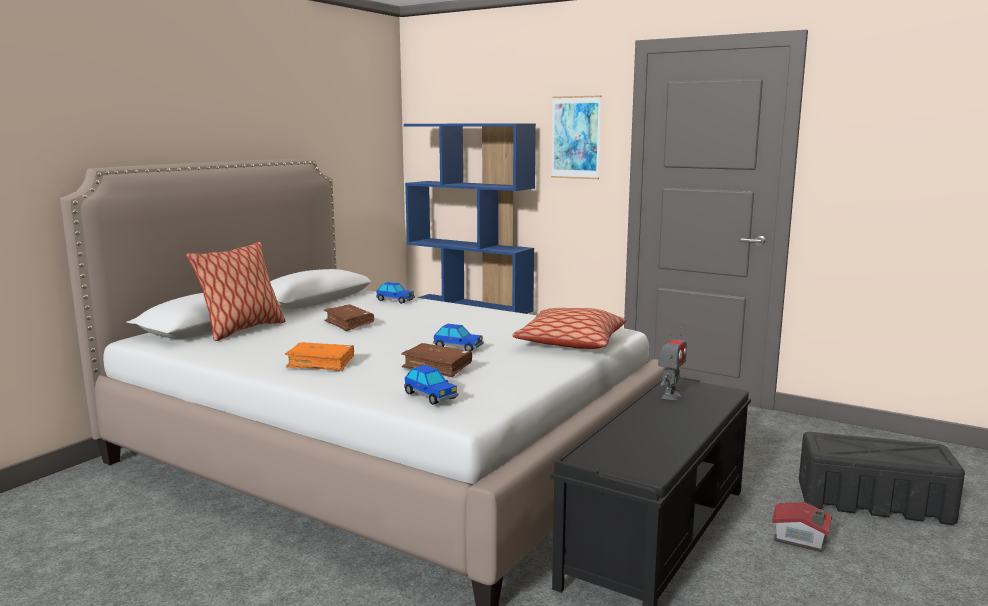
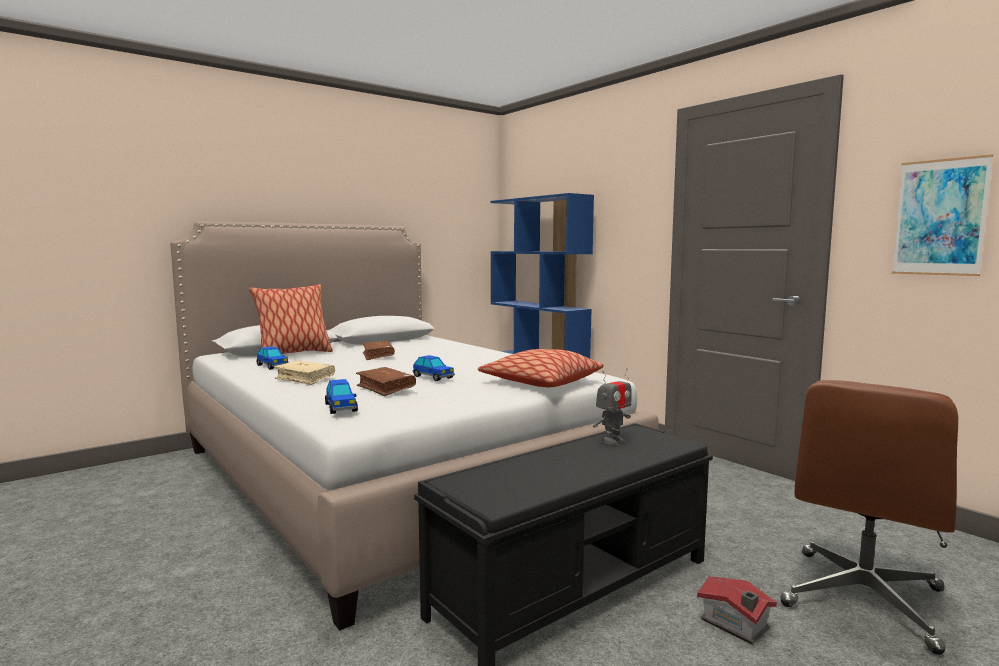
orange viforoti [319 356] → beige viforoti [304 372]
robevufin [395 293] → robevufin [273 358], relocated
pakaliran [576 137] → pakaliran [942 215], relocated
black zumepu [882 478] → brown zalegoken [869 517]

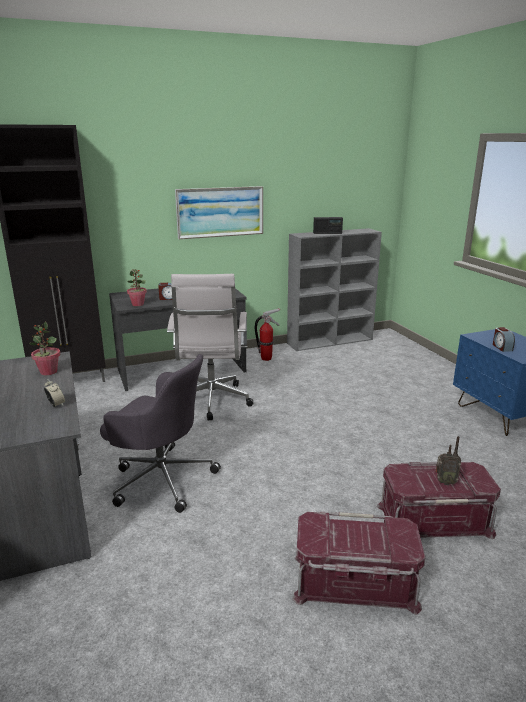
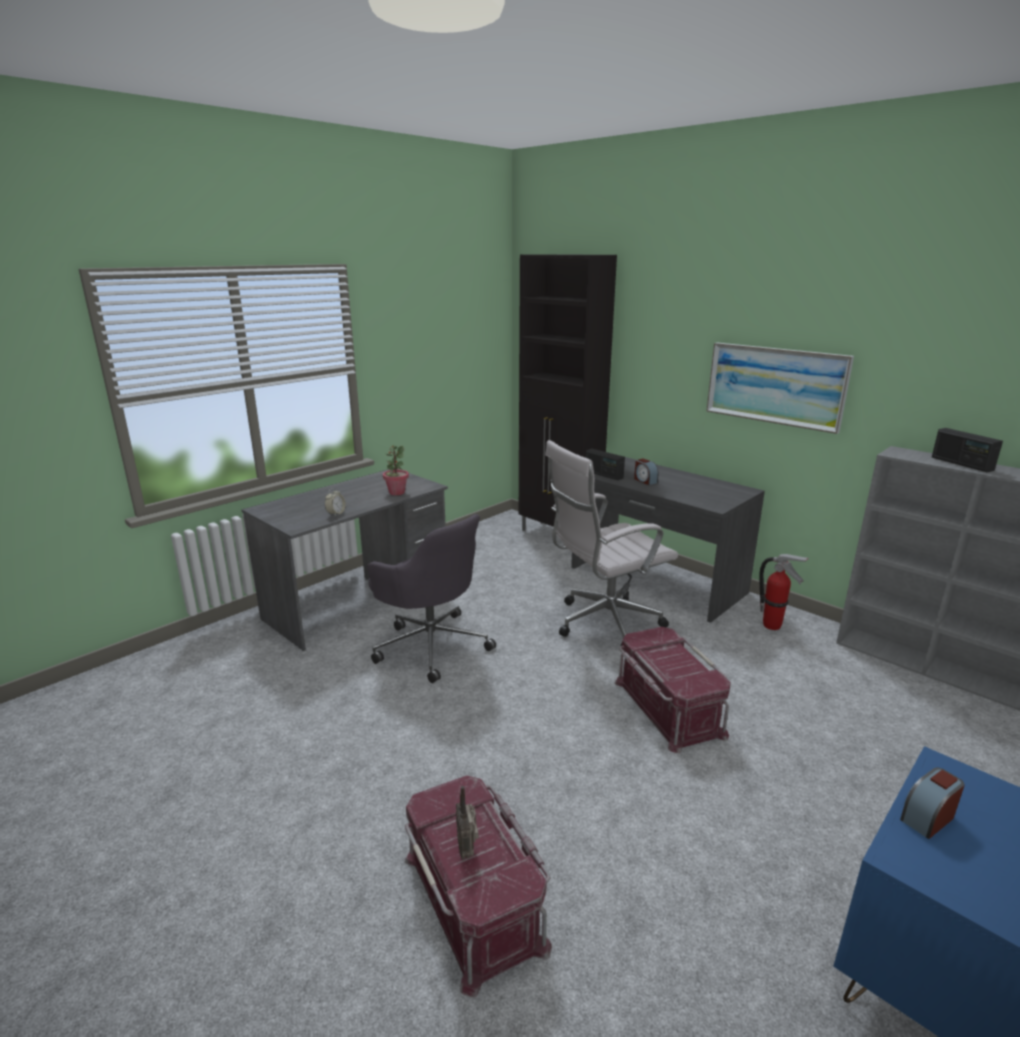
grey zalegoken [160 433] → grey zalegoken [431 598], 45 degrees counterclockwise
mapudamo [137 287] → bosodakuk [605 464]
red zumepu [358 563] → red zumepu [672 690], relocated

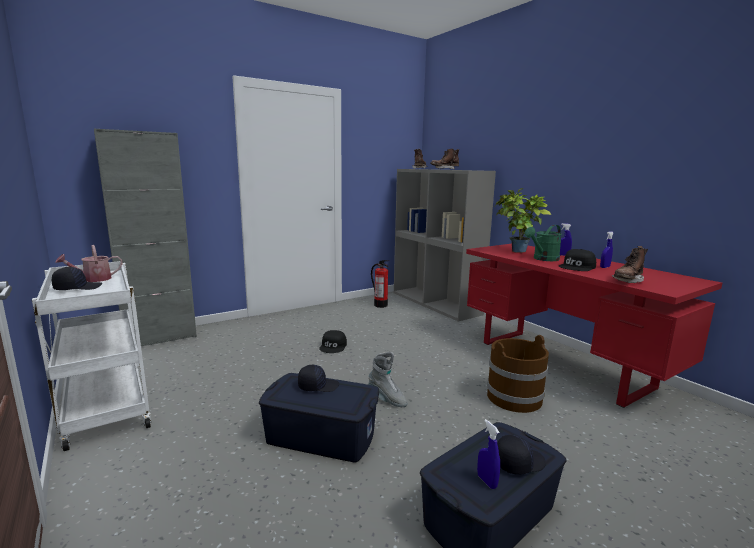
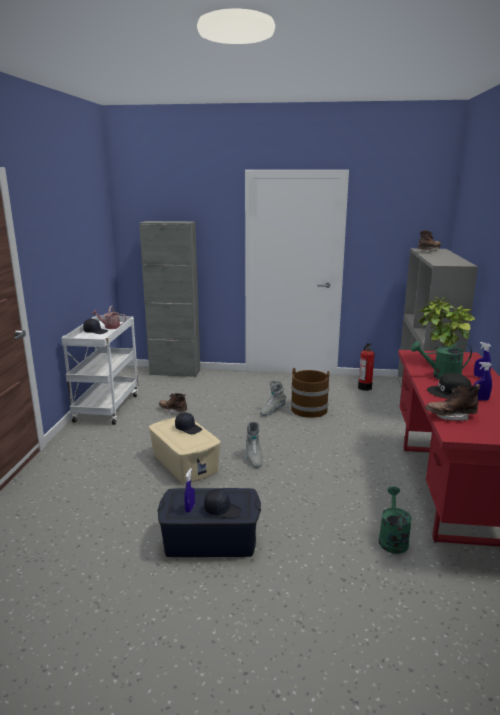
blue zumepu [319 418] → beige zumepu [184 450]
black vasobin [333 341] → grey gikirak [273 398]
brown gikirak [444 159] → brown gikirak [172 404], relocated
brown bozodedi [518 374] → brown bozodedi [310 393], relocated
- → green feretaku [395 520]

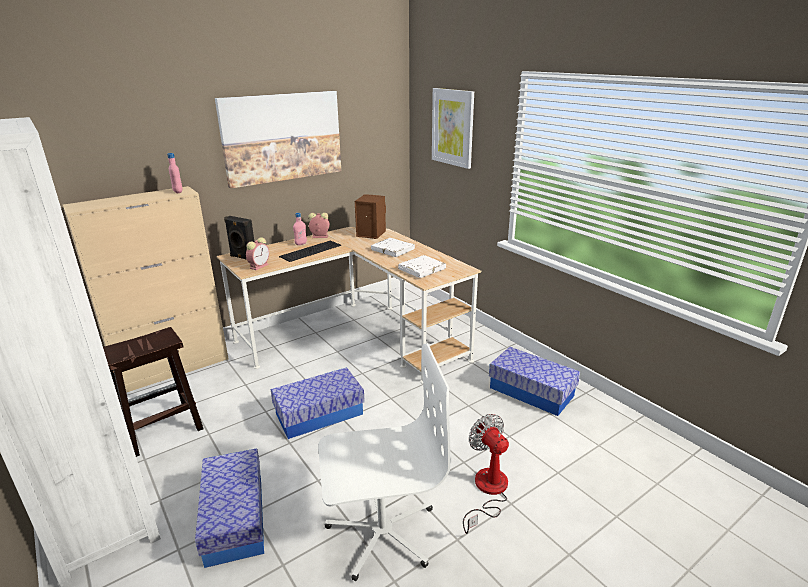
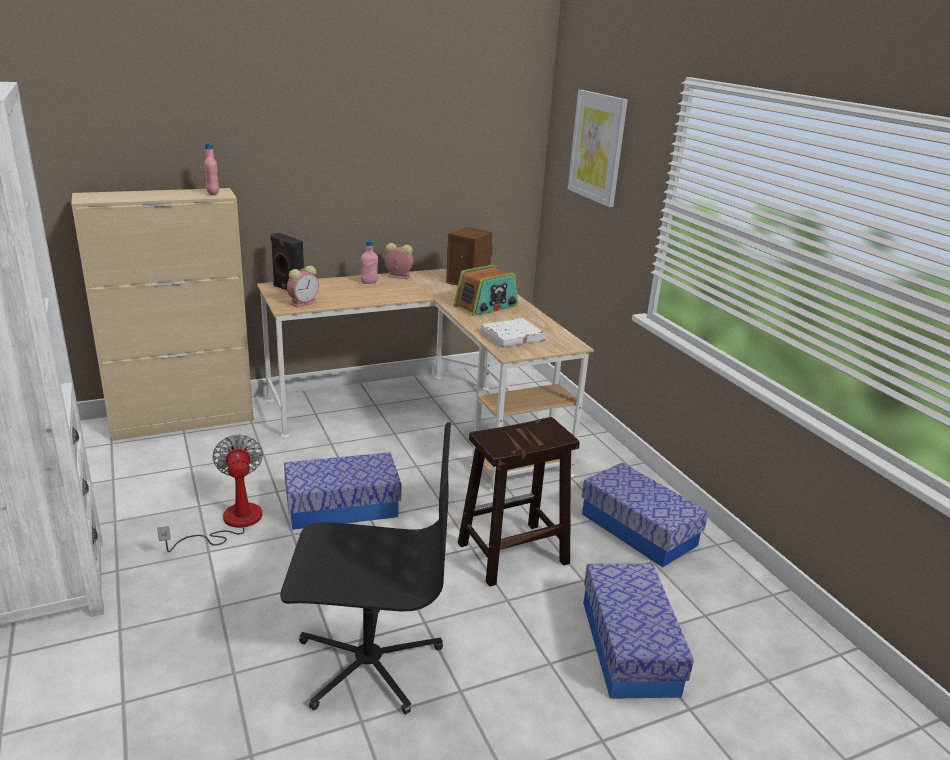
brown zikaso [153 392] → brown zikaso [519 502], relocated
zumepu [229 508] → zumepu [638 631], relocated
pakaliran [278 139] → -
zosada [310 251] → -
white zalegoken [384 462] → black zalegoken [365 568]
white viforoti [393 247] → bosodakuk [486 290]
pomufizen [486 474] → pomufizen [210 493], relocated

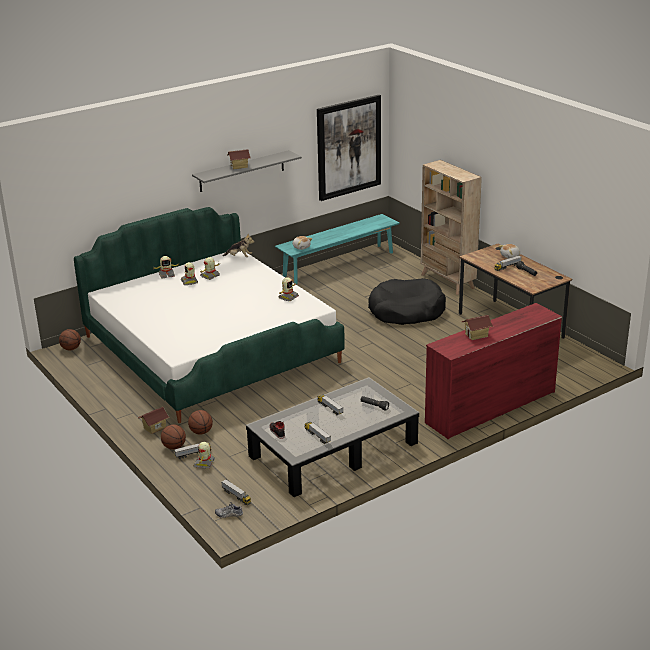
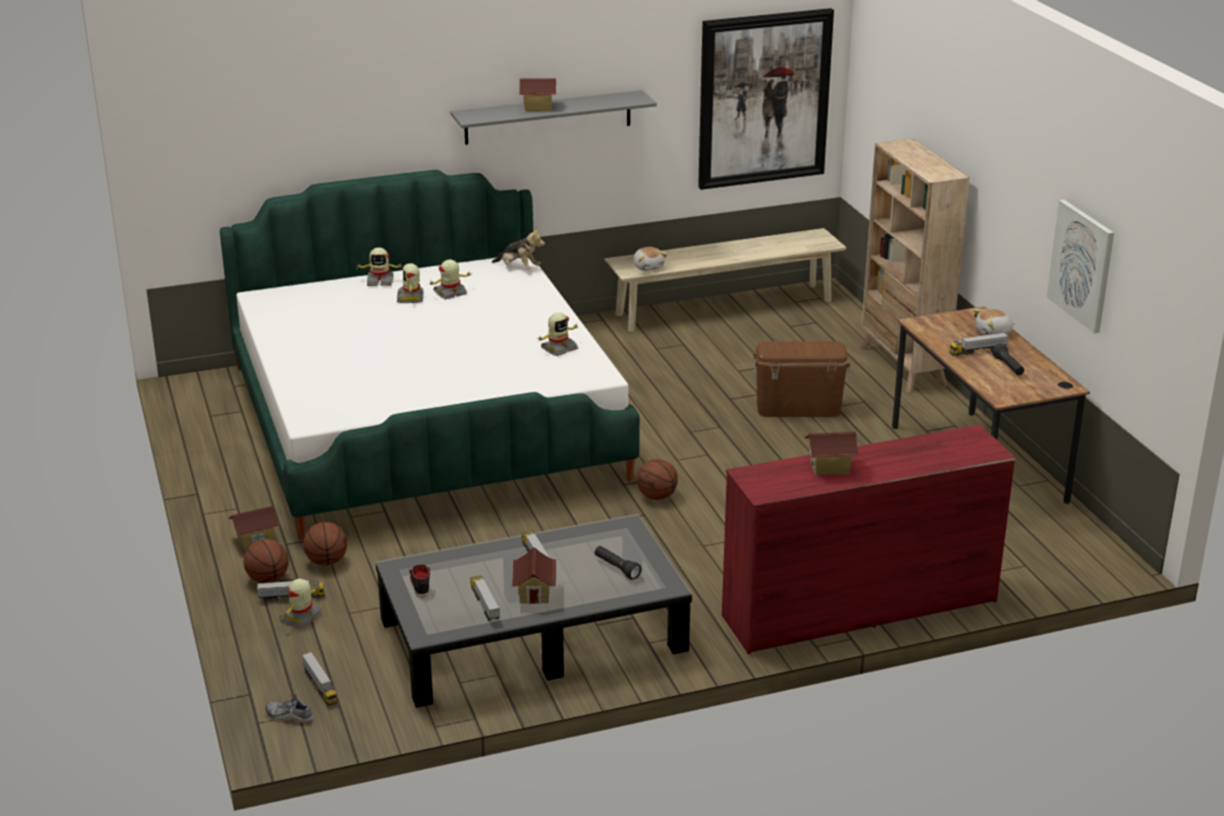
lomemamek [70 339] → lomemamek [657 479], relocated
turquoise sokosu [337 249] → beige sokosu [725 280]
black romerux [407 301] → brown zumepu [801 379]
- → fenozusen [534 576]
- → pakaliran [1080 266]

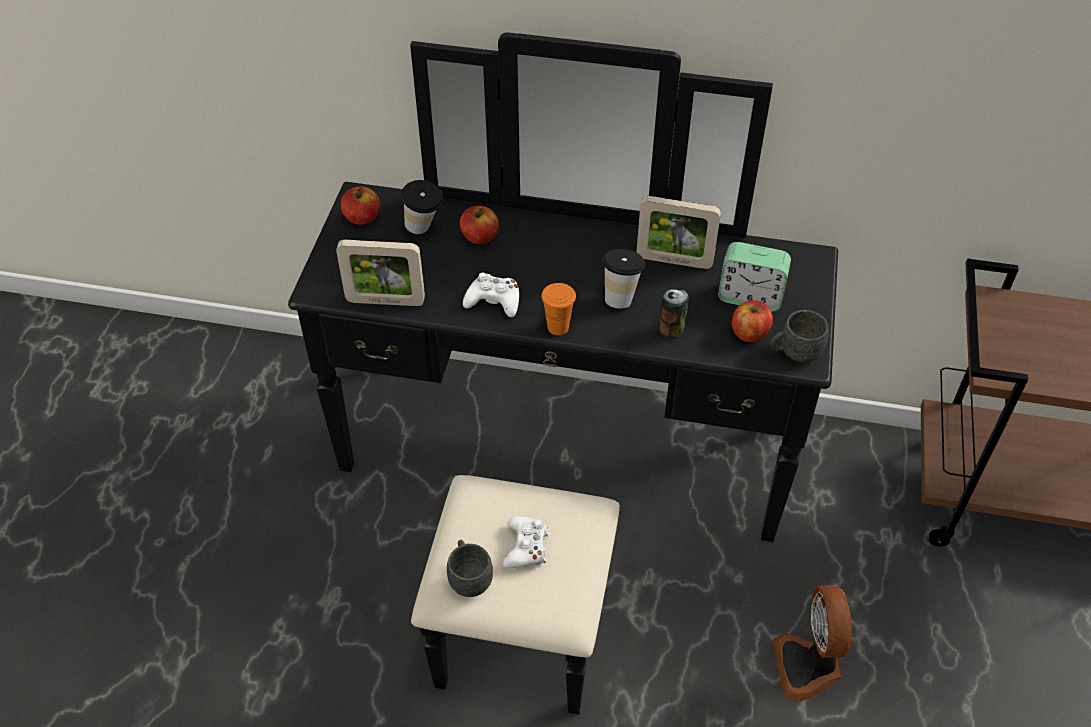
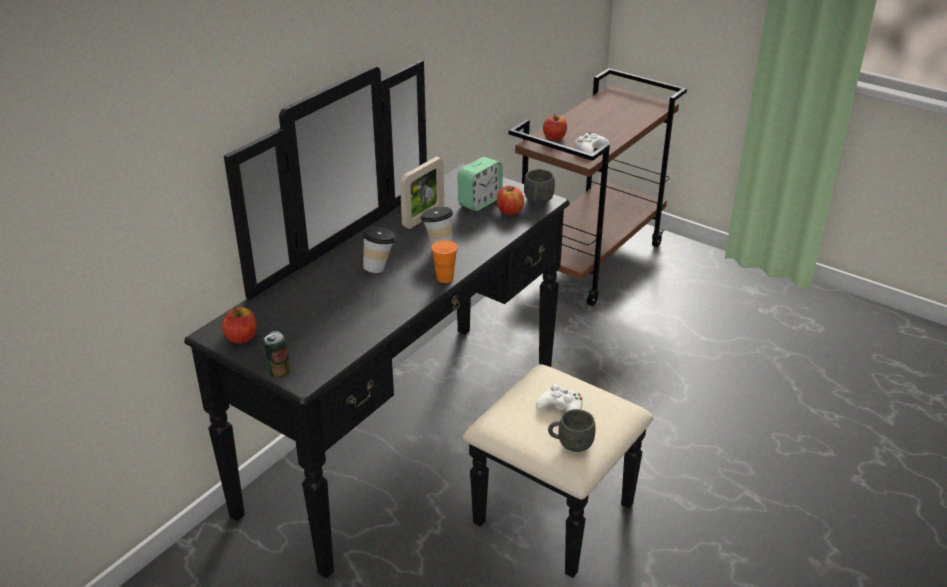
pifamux [380 273] → -
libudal [422 207] → libudal [379 249], relocated
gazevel [479 225] → gazevel [555 127], relocated
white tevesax [491 294] → white tevesax [592 143], relocated
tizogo [674 313] → tizogo [277 354], relocated
pomufizen [812 643] → -

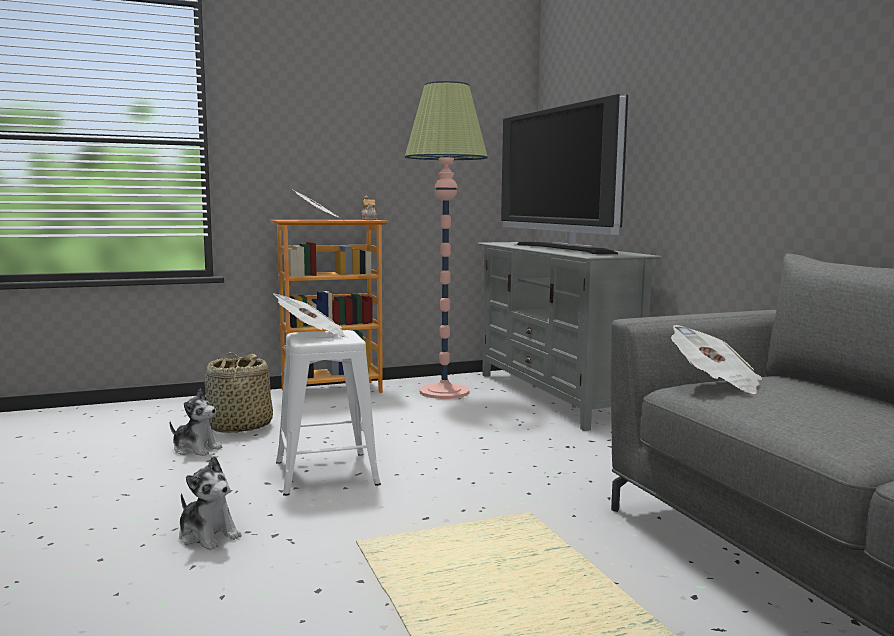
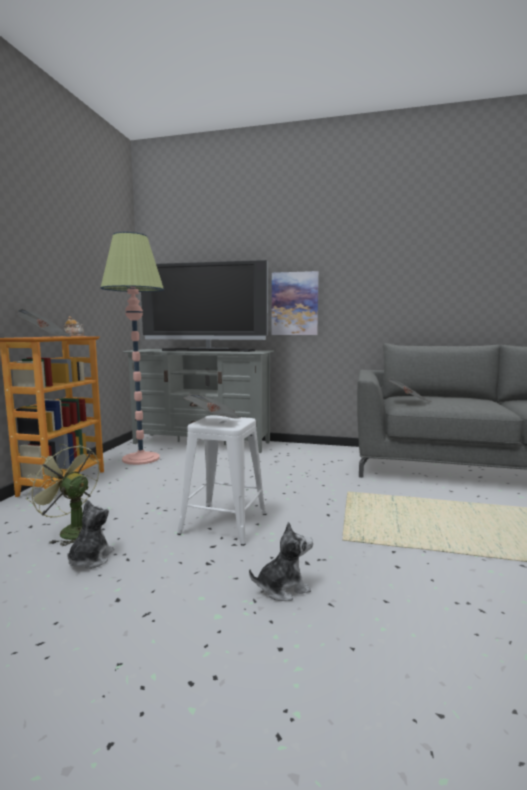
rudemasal [196 422] → rudemasal [90 534], 45 degrees counterclockwise
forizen [238 392] → green pomufizen [63 495]
- → pakaliran [295 303]

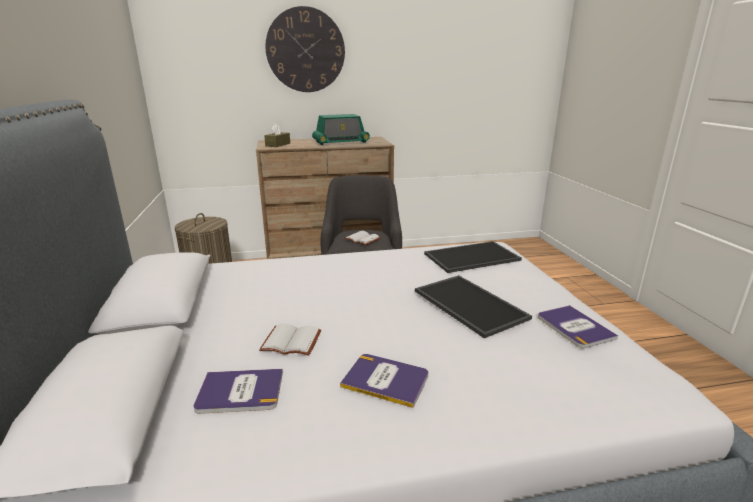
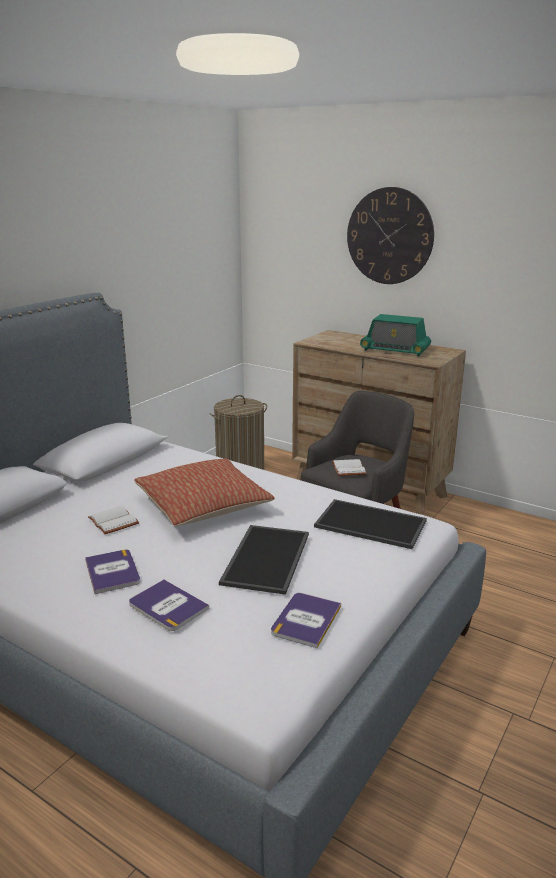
viforoti [238 391] → viforoti [169 605], relocated
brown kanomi [277 135] → -
- → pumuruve [204 492]

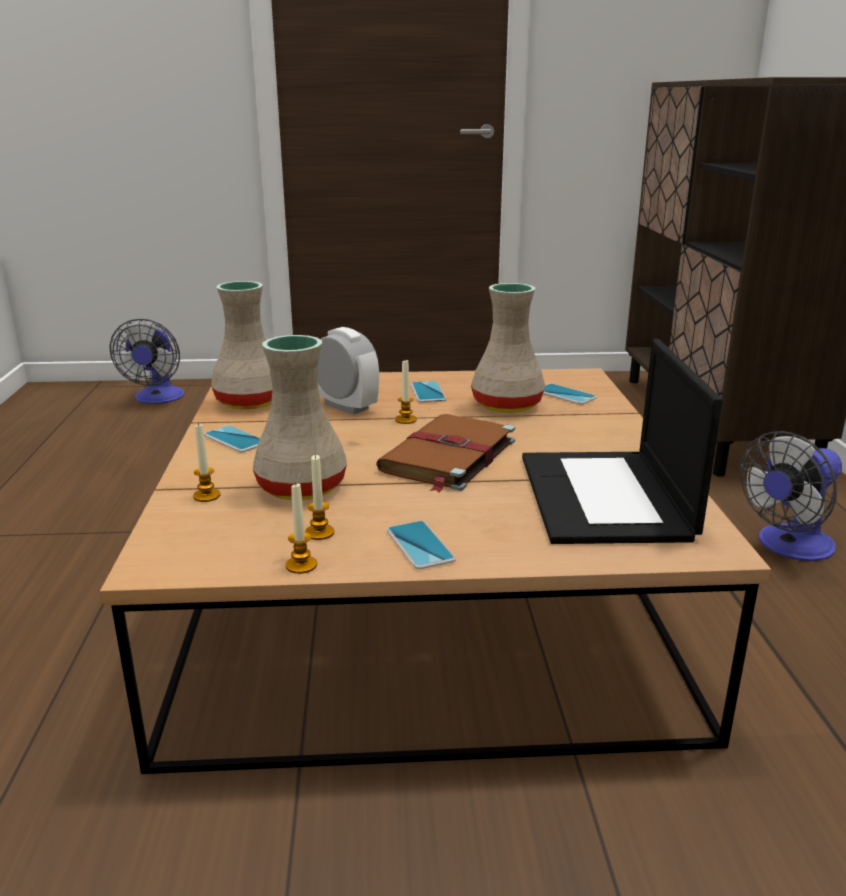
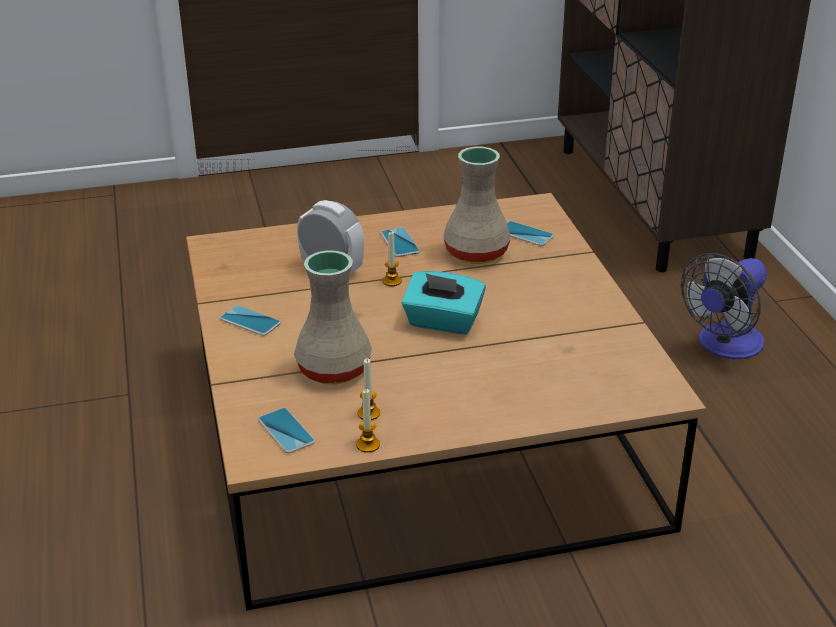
pomufizen [147 361] → -
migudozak [206 462] → -
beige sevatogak [241 345] → -
brown viforoti [445 453] → turquoise kanomi [444 303]
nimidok [421 545] → nimidok [286 430], relocated
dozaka [622 441] → -

